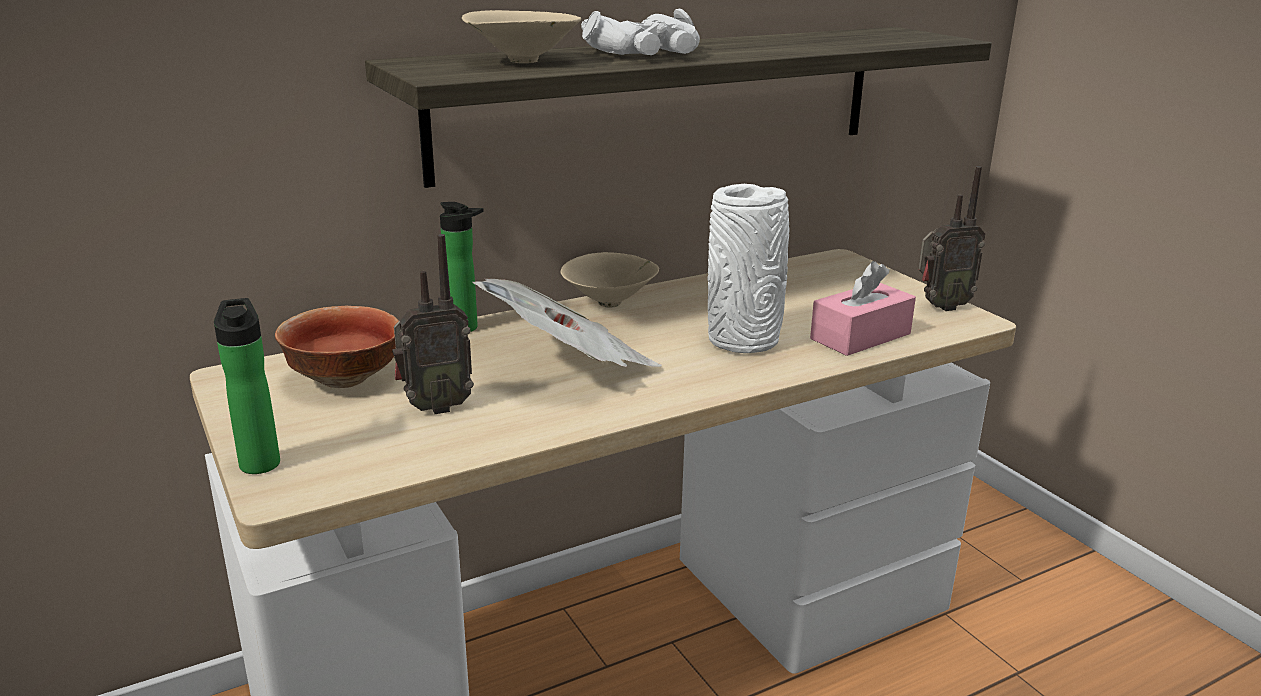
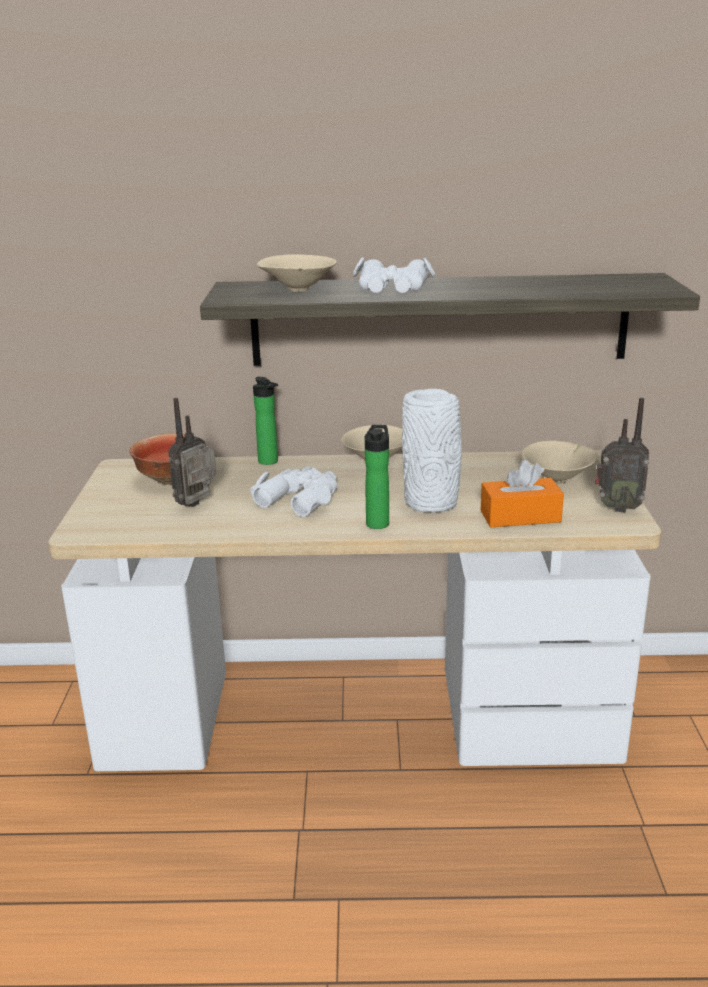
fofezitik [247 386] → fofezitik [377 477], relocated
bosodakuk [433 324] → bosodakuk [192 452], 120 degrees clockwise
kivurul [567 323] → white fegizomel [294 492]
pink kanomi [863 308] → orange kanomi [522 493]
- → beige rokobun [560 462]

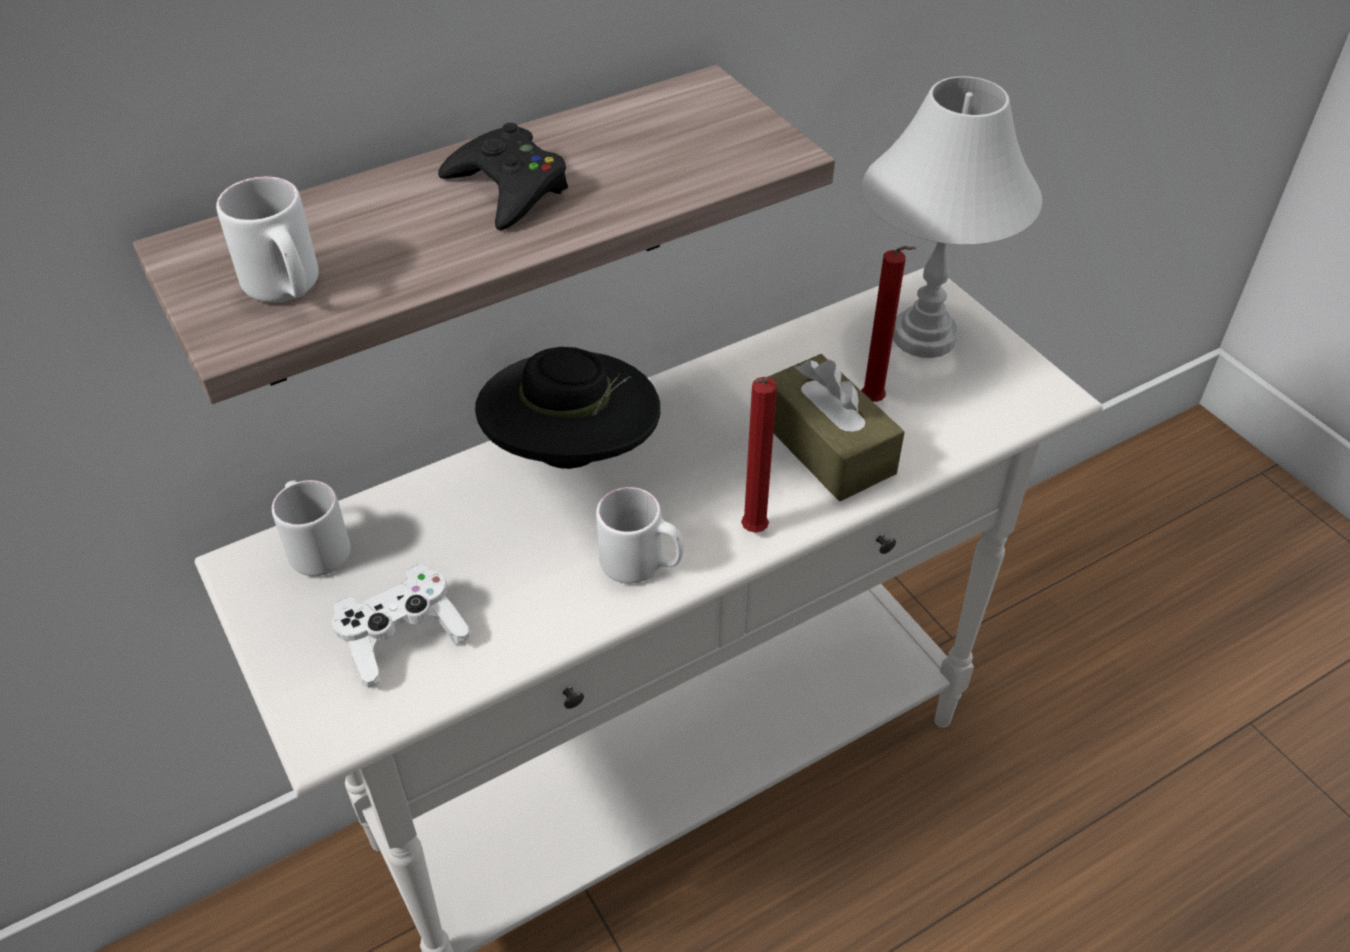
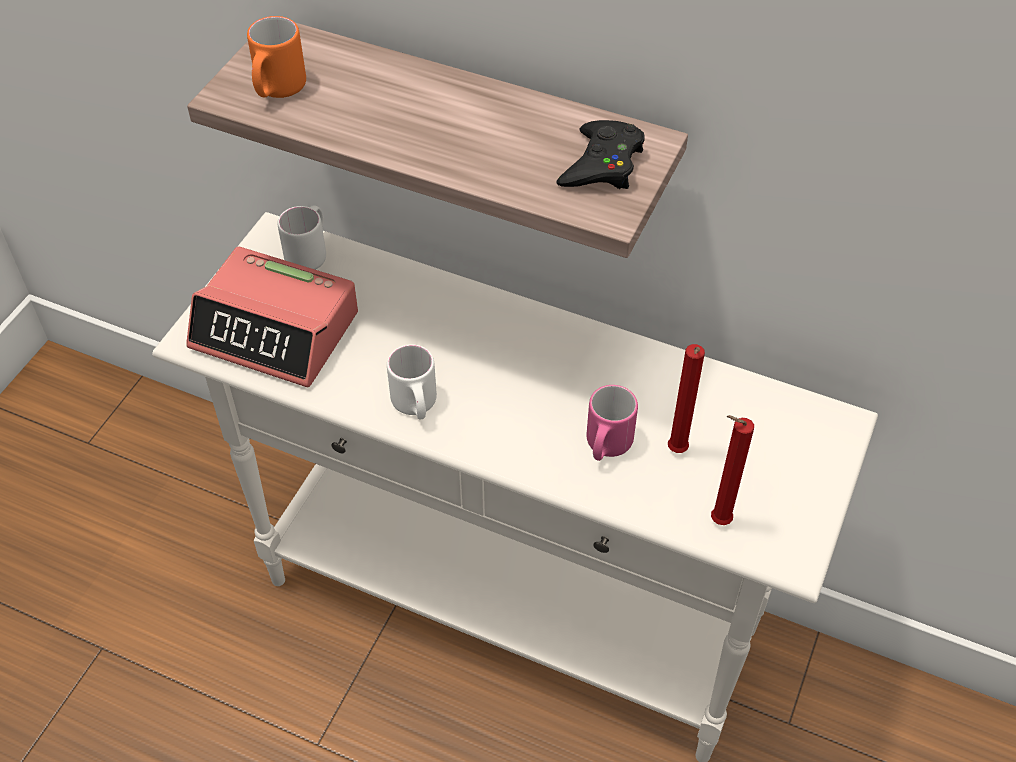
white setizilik [267 239] → orange setizilik [276 57]
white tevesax [401 626] → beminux [272 317]
black tevesax [503 176] → black tevesax [600 154], relocated
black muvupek [567 408] → -
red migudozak [759 455] → red migudozak [732 470], relocated
brown kanomi [836 427] → pink setizilik [612 423]
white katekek [952 217] → -

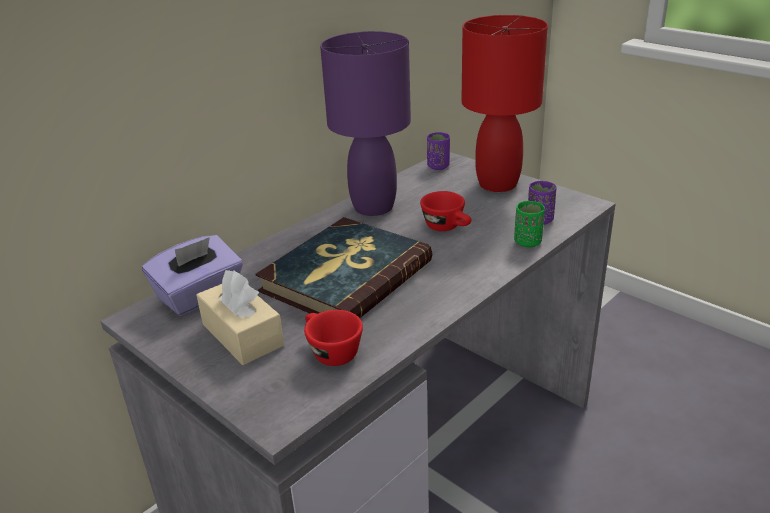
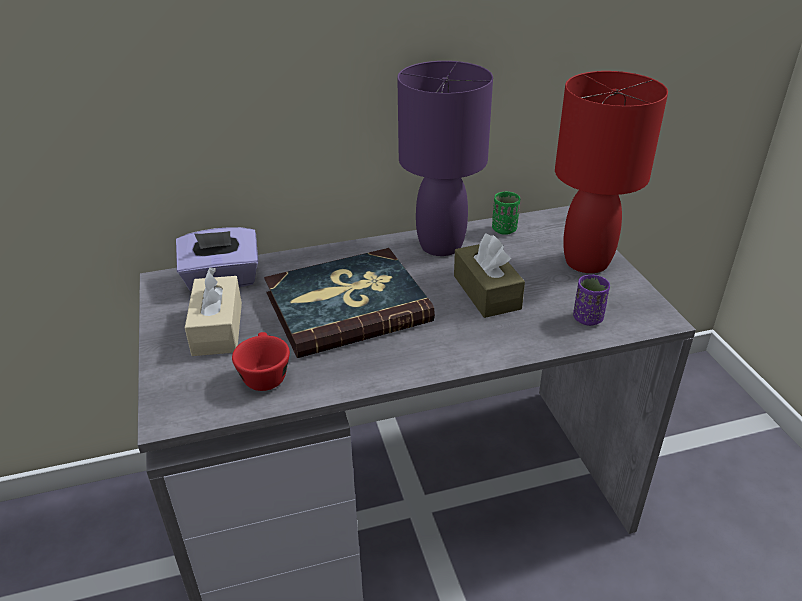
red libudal [445 211] → brown kanomi [489 276]
purple libudal [438 151] → -
green libudal [529 224] → green libudal [506 213], relocated

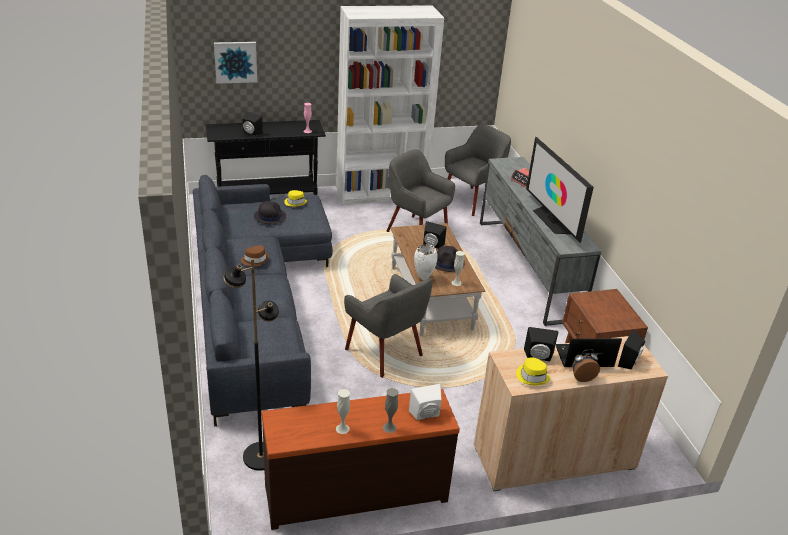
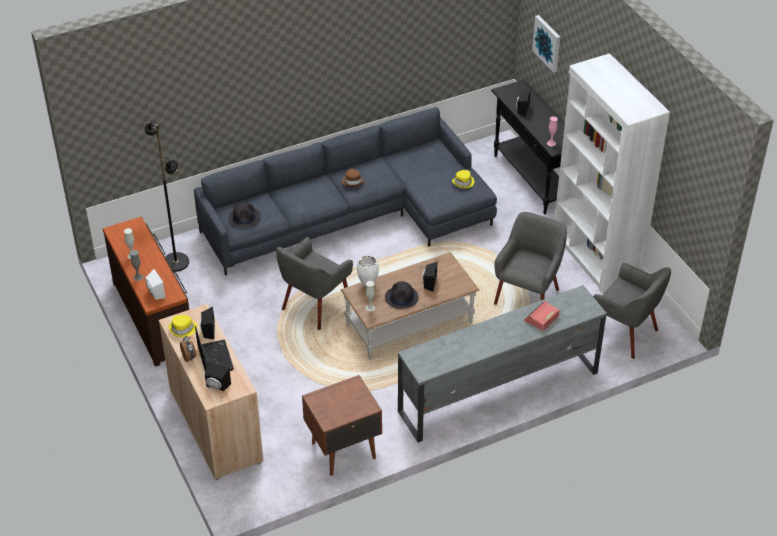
black muvupek [270 213] → black muvupek [244 215], relocated
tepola [560 190] → -

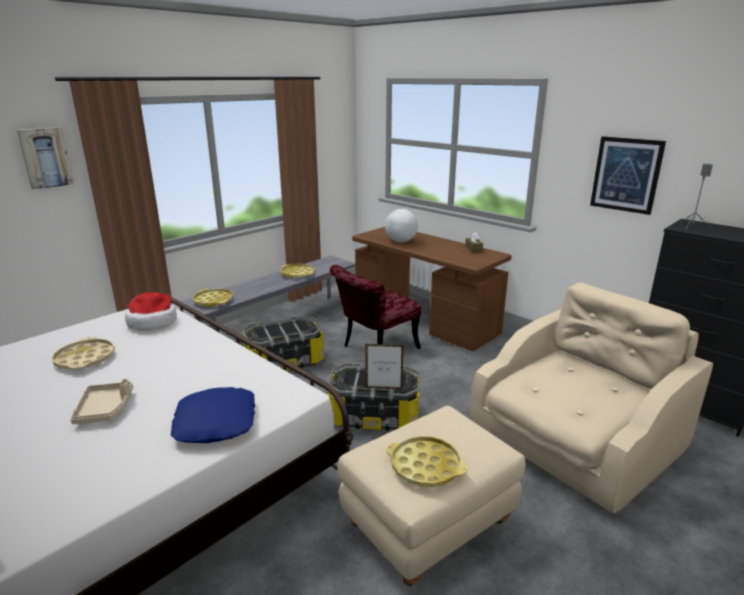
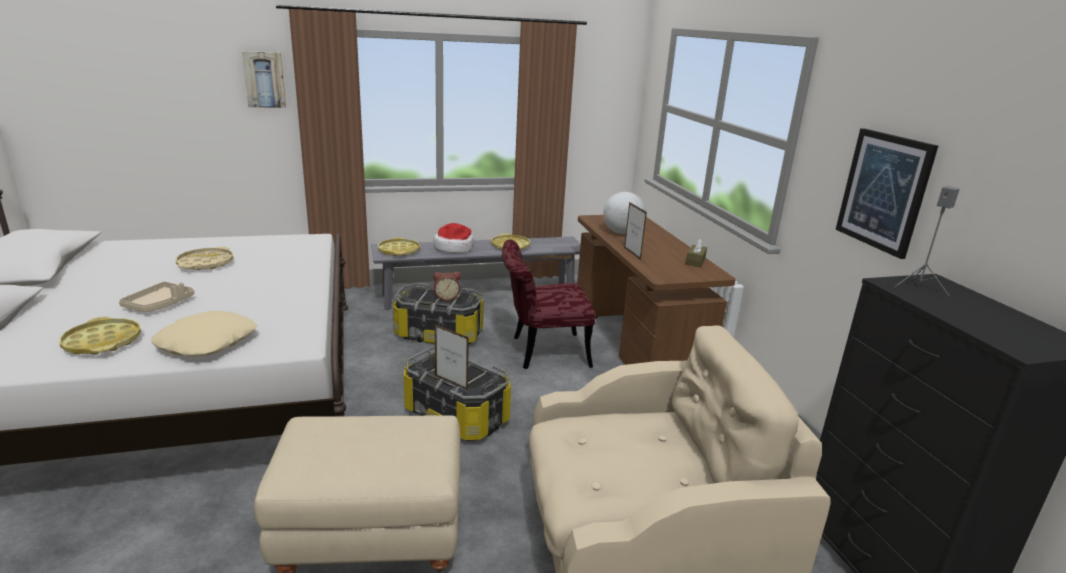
muvupek [151 311] → muvupek [453 238], relocated
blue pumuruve [213 415] → beige pumuruve [204 333]
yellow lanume [427 461] → yellow lanume [100 336], relocated
- → beminux [447 286]
- → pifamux [635 231]

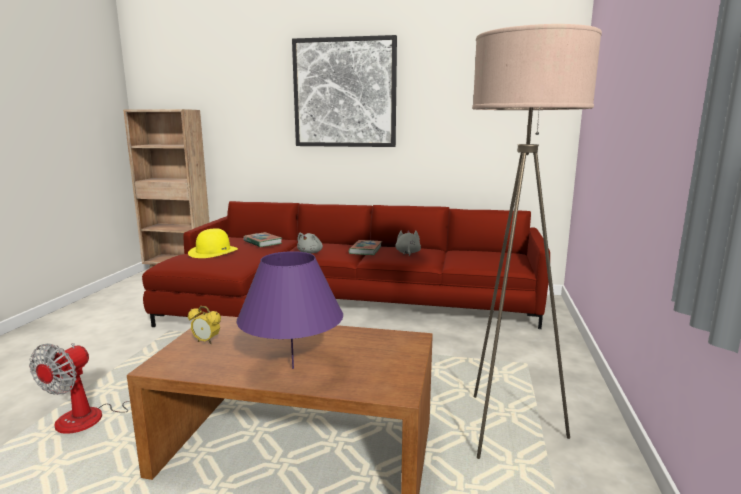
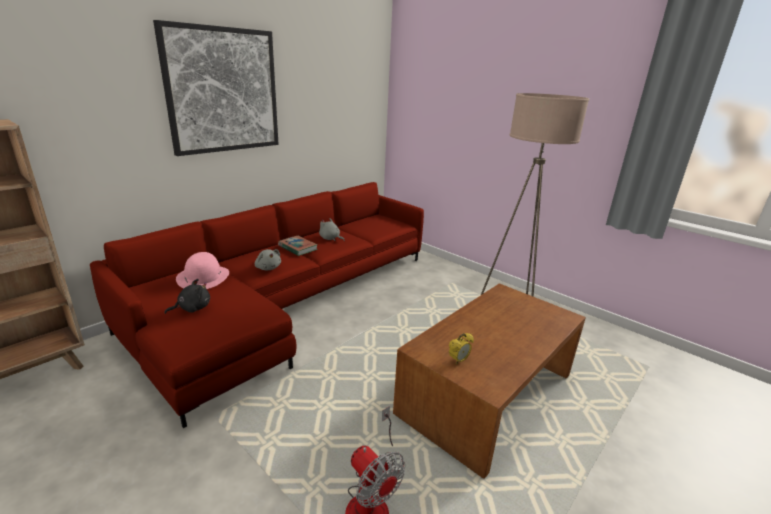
yellow muvupek [213 243] → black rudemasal [187 296]
purple katekek [290 310] → -
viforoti [262 239] → pink muvupek [202 270]

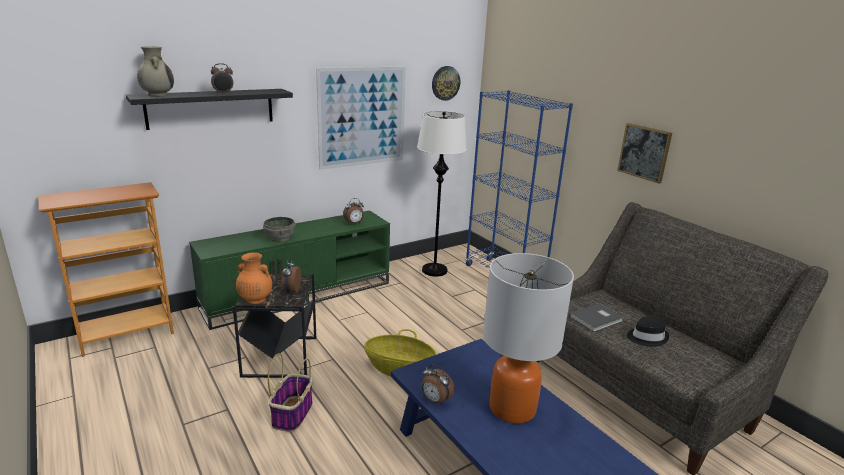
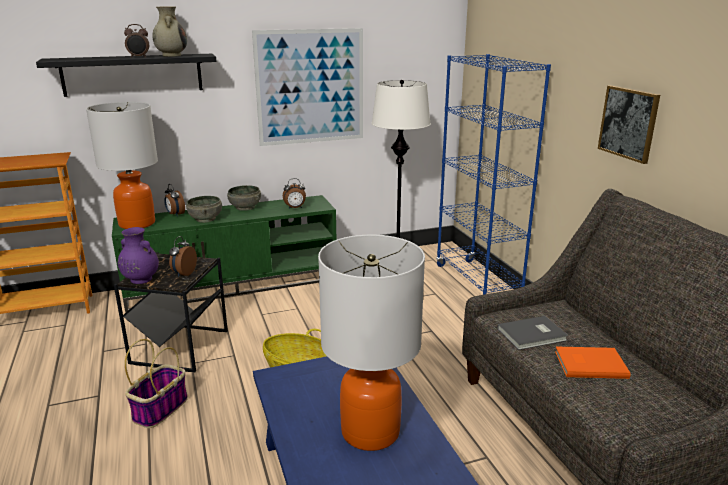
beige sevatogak [155 72] → beige sevatogak [169 31], relocated
orange sevatogak [254 278] → purple sevatogak [138 255]
beminux [438 384] → beminux [174 200], relocated
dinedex [446 83] → -
black muvupek [648 331] → orange viforoti [592 362]
- → katekek [122 165]
- → grey rokobun [244 198]

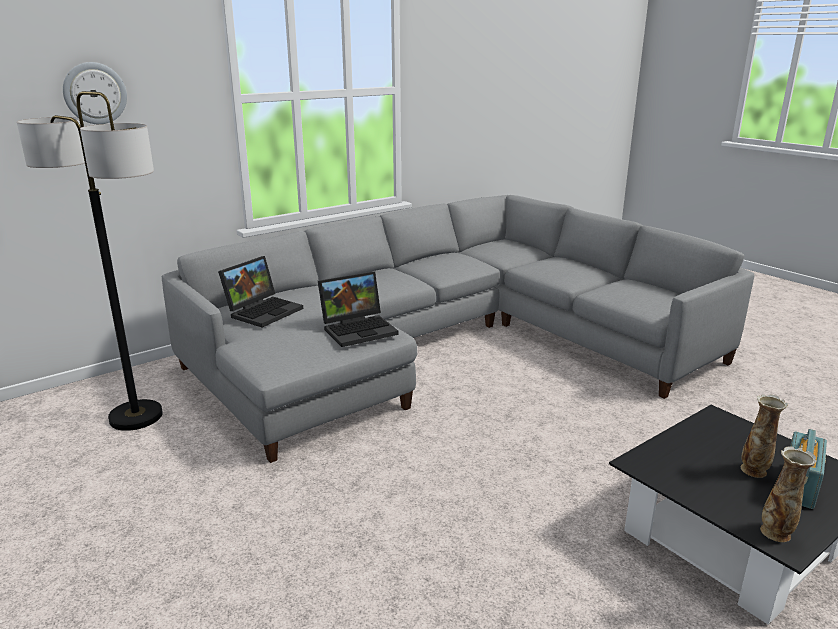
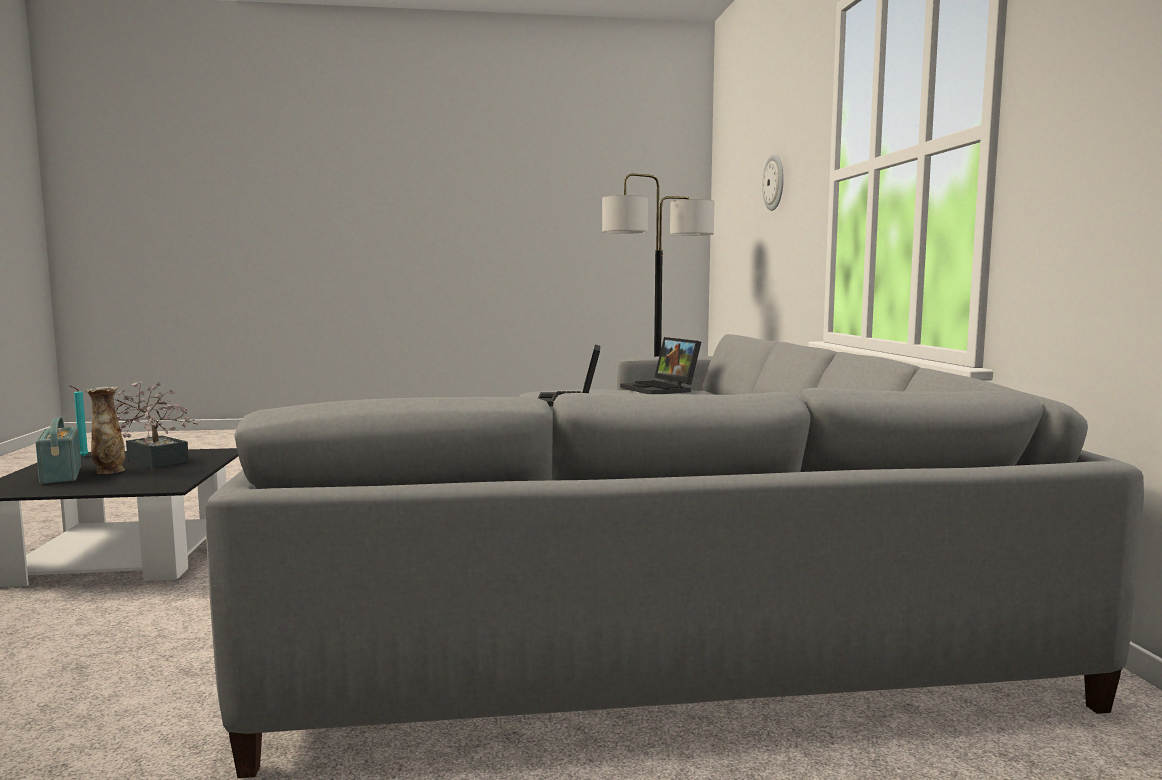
sevatogak [788 494] → turquoise migudozak [79 421]
- → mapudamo [155 424]

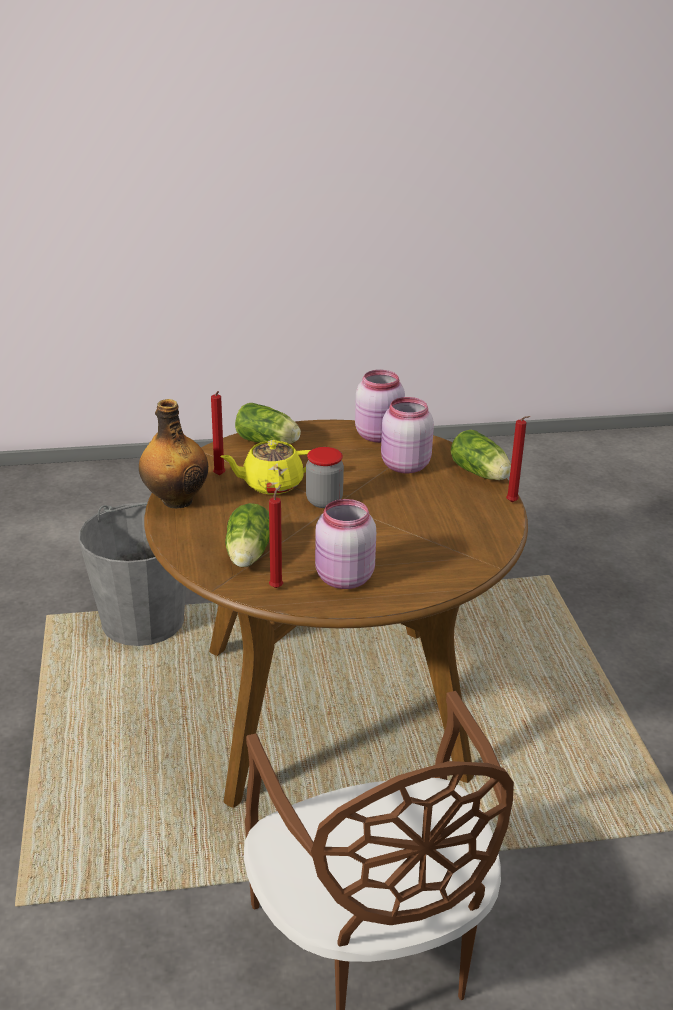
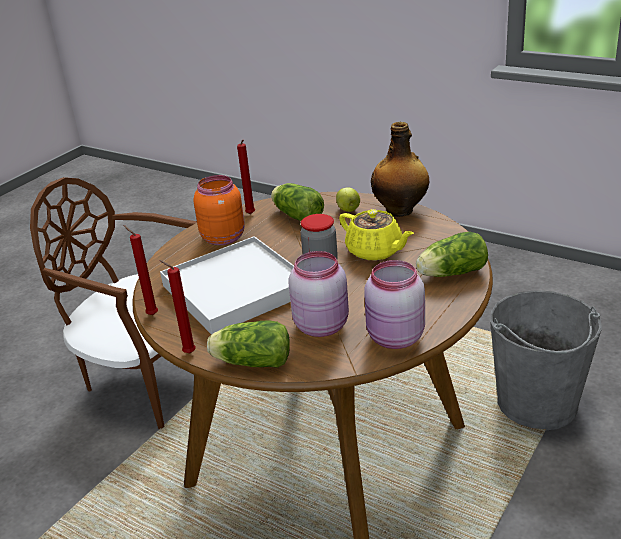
red migudozak [218 433] → red migudozak [140 270], relocated
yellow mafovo [265 467] → yellow mafovo [376 235], 105 degrees clockwise
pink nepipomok [345 544] → orange nepipomok [219 210]
- → white lanume [227 285]
- → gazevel [348 199]

